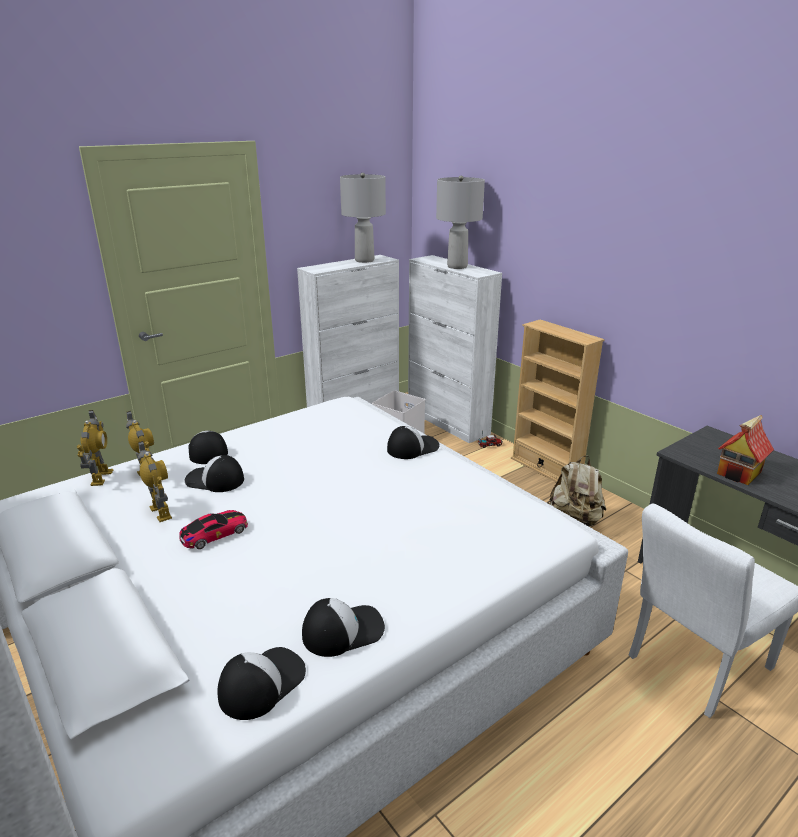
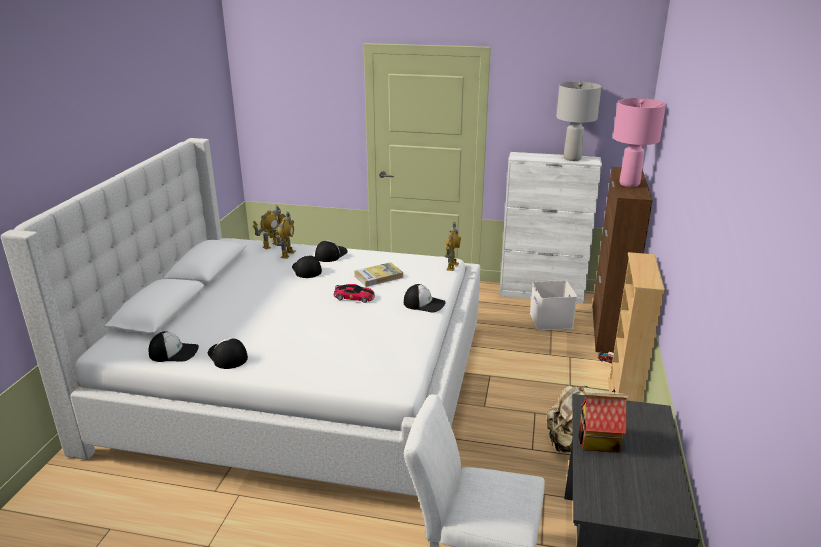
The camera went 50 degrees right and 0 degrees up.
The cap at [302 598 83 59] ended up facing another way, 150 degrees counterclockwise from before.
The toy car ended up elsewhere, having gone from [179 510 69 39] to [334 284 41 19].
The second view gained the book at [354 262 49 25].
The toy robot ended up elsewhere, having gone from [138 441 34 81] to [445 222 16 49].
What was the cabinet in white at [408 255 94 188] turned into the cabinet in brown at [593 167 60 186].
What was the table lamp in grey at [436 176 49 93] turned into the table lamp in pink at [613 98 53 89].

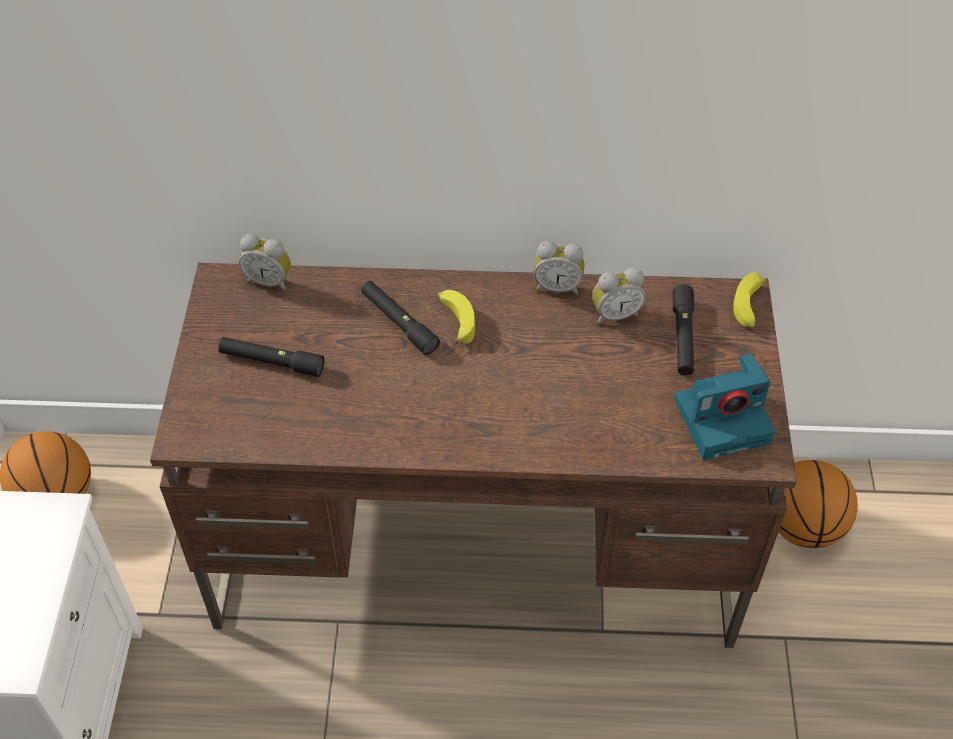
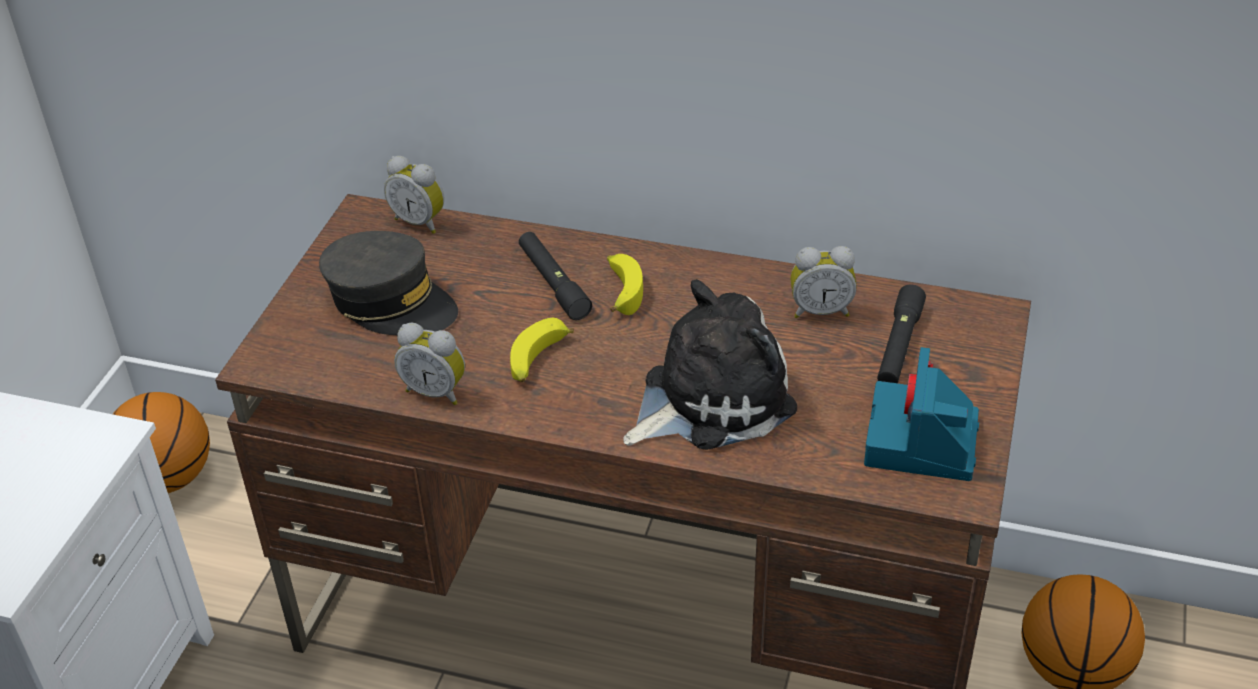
The camera went 15 degrees right and 10 degrees down.
Where the flashlight in black stood at [218 337 107 40], the cap in grey came to stand at [319 231 139 104].
The alarm clock ended up elsewhere, having gone from [534 241 50 54] to [394 323 71 82].
The banana ended up elsewhere, having gone from [733 272 35 56] to [510 318 64 64].
The second view gained the plush toy at [623 279 174 171].
The photo camera at [674 353 101 107] ended up facing another way, 105 degrees clockwise from before.

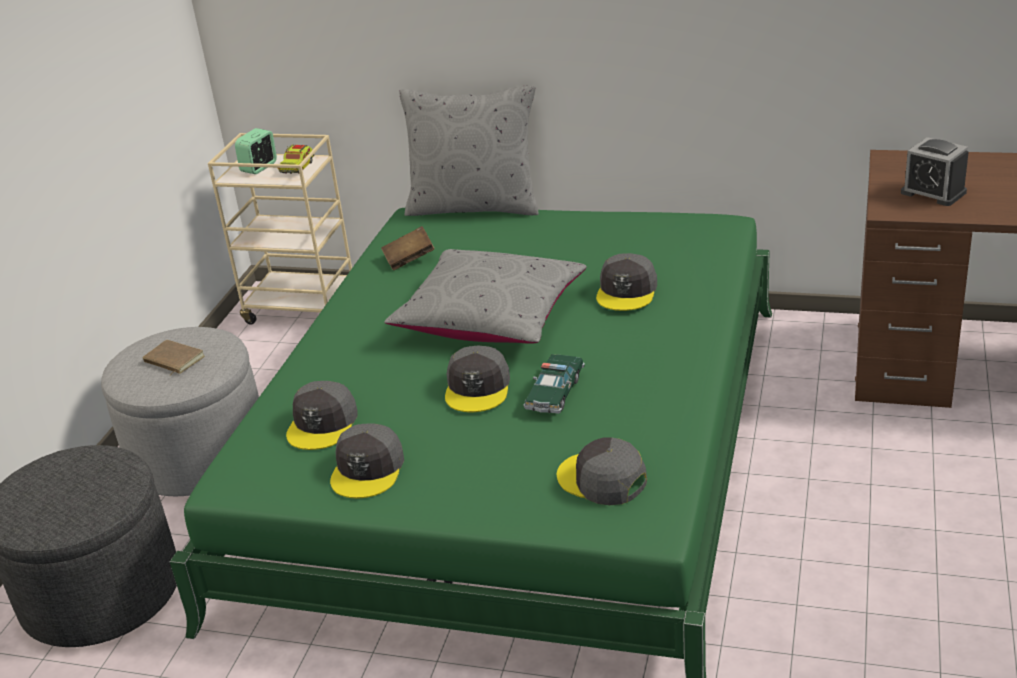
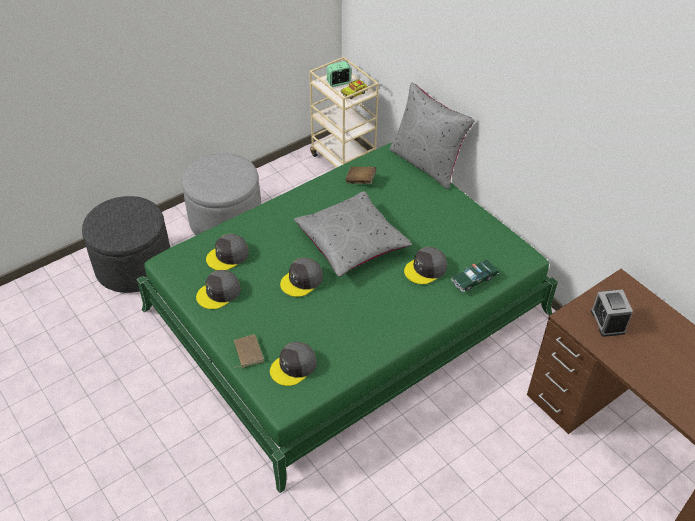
The camera went 35 degrees right and 15 degrees up.
The book in brown ended up elsewhere, having gone from [142 340 63 36] to [234 334 30 34].
The cap in grey at [557 437 90 68] ended up facing another way, 120 degrees counterclockwise from before.
The toy car ended up elsewhere, having gone from [523 354 62 60] to [451 260 48 32].

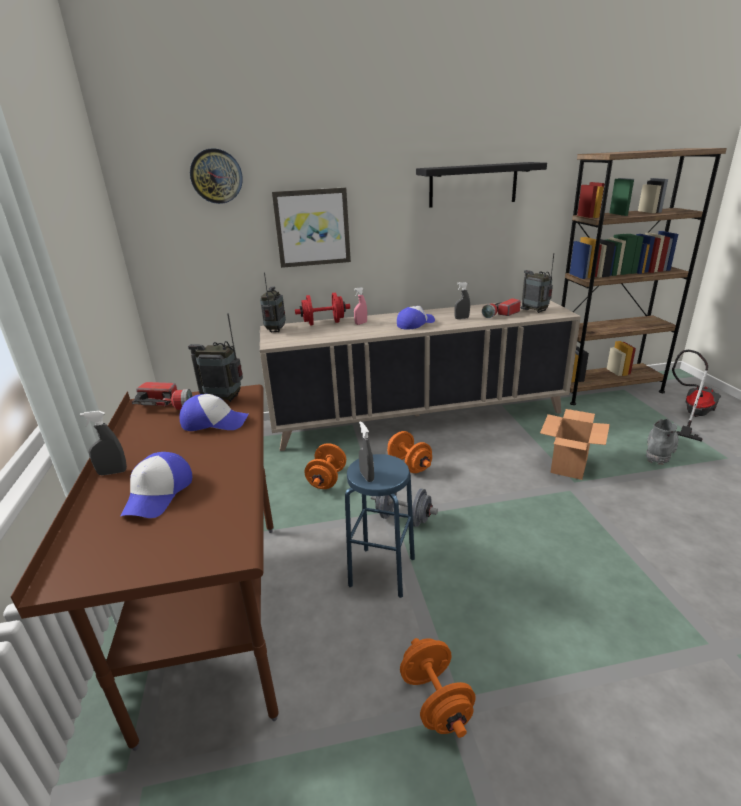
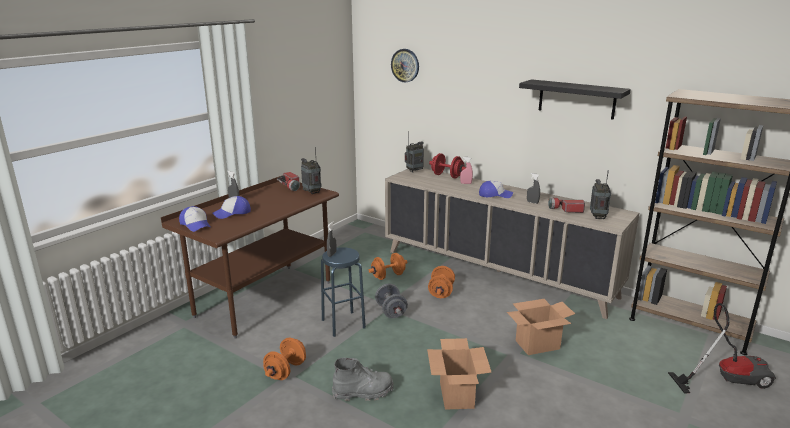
The camera went 45 degrees right and 5 degrees down.
The cap ended up elsewhere, having gone from [179 394 70 37] to [179 206 32 26].
The boot in grey ended up elsewhere, having gone from [646 419 33 46] to [332 358 62 43].
The second view gained the cardboard box at [427 338 65 72].
The second view lost the picture at [272 187 79 81].

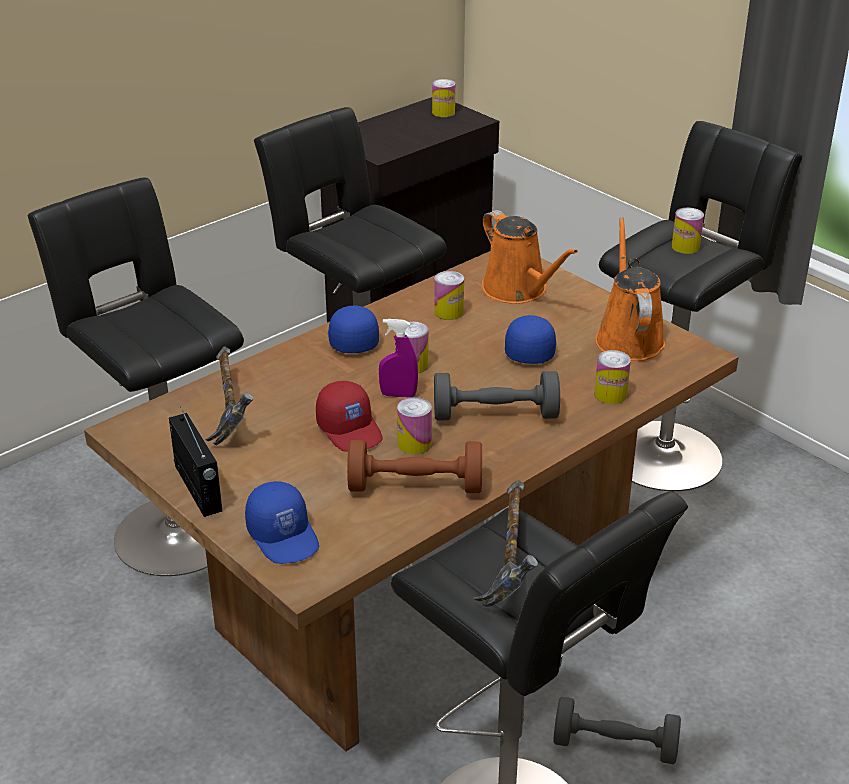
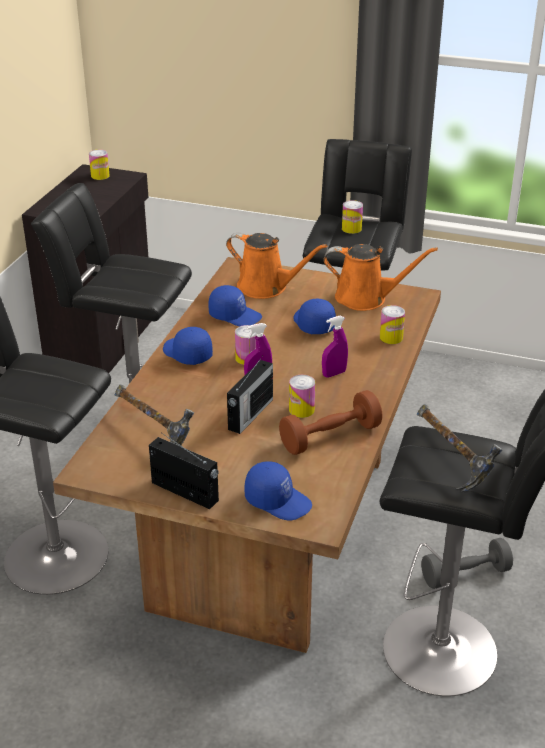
The camera went 30 degrees left and 0 degrees up.
Where the can stood at [434 271 30 49], the cap in blue came to stand at [208 285 54 42].
Where the cap in red stood at [316 381 67 71], the radio came to stand at [227 357 46 77].
Where the dumbbell in grey stood at [434 371 126 49], the spray bottle in purple came to stand at [322 316 26 61].
The watering can in orange at [595 217 70 144] ended up facing another way, 135 degrees clockwise from before.

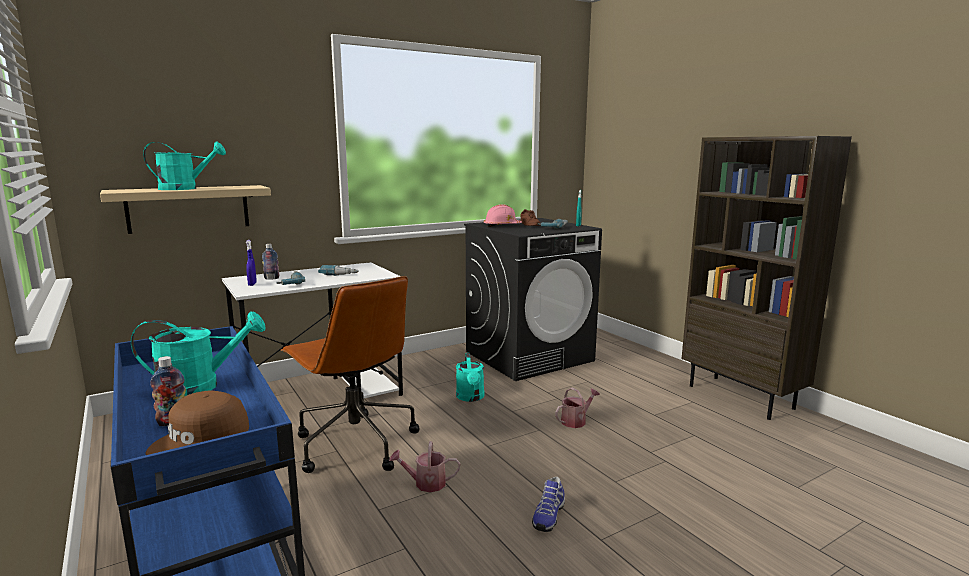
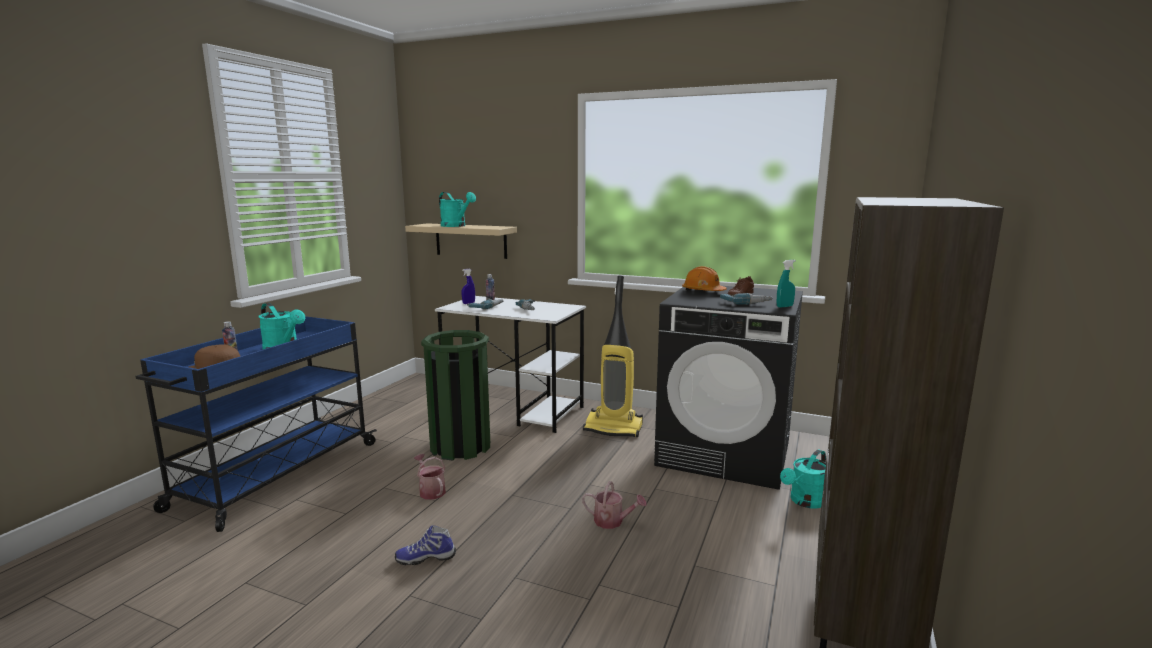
The camera went 55 degrees right and 0 degrees up.
Where the office chair in brown stood at [281 276 138 197], the trash can in green came to stand at [421 330 69 131].
The second view gained the vacuum cleaner at [583 276 60 161].
What was the hard hat in pink at [484 204 38 23] turned into the hard hat in orange at [682 266 45 25].
The watering can in turquoise ended up elsewhere, having gone from [456 353 28 49] to [780 450 46 58].

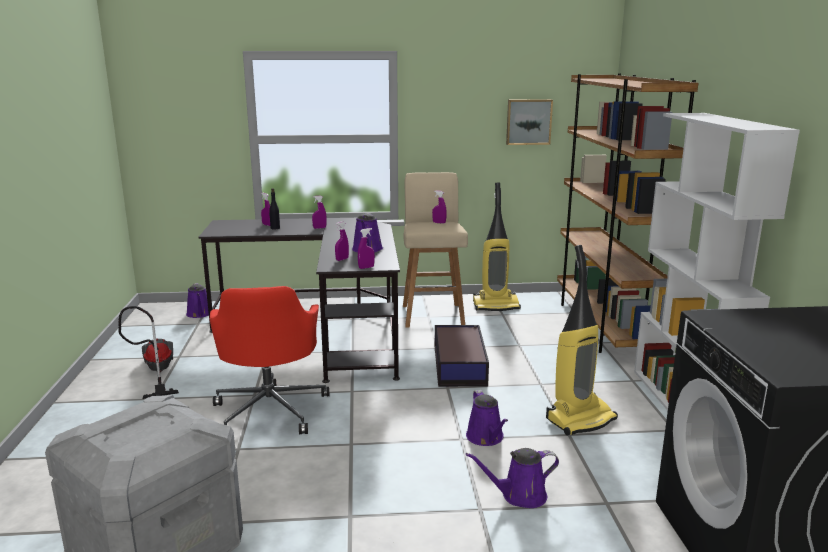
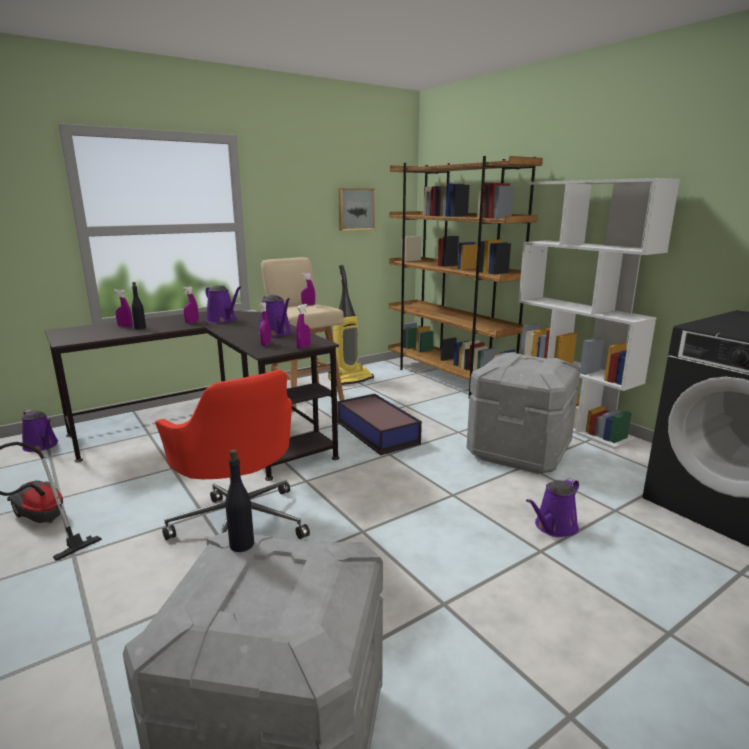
The camera went 30 degrees left and 0 degrees up.
The watering can in purple ended up elsewhere, having gone from [466 390 42 56] to [206 285 35 38].
The second view gained the bottle in black at [225 449 29 103].
Where the vacuum cleaner stood at [546 245 72 190], the storage box in grey came to stand at [467 352 114 122].

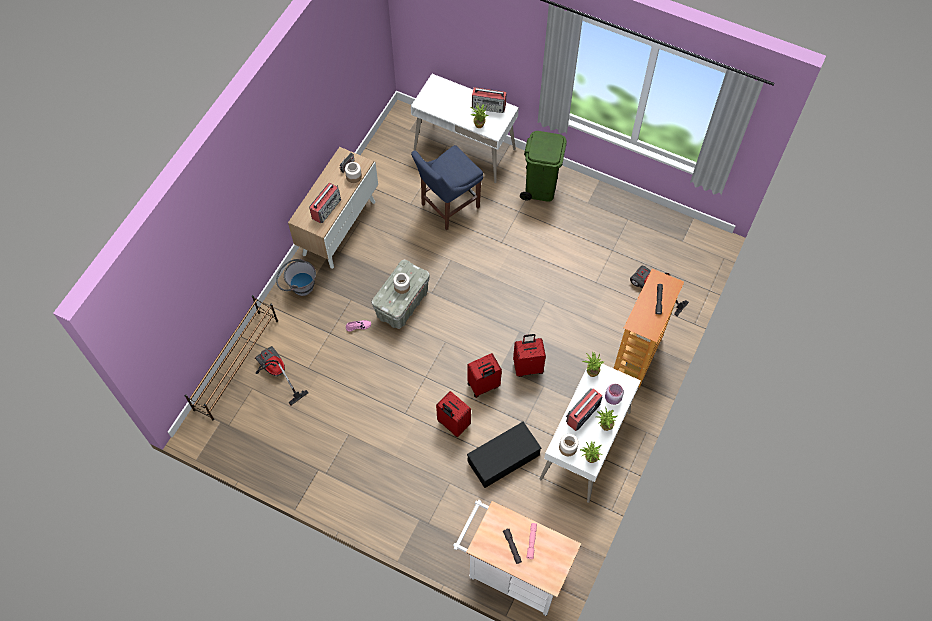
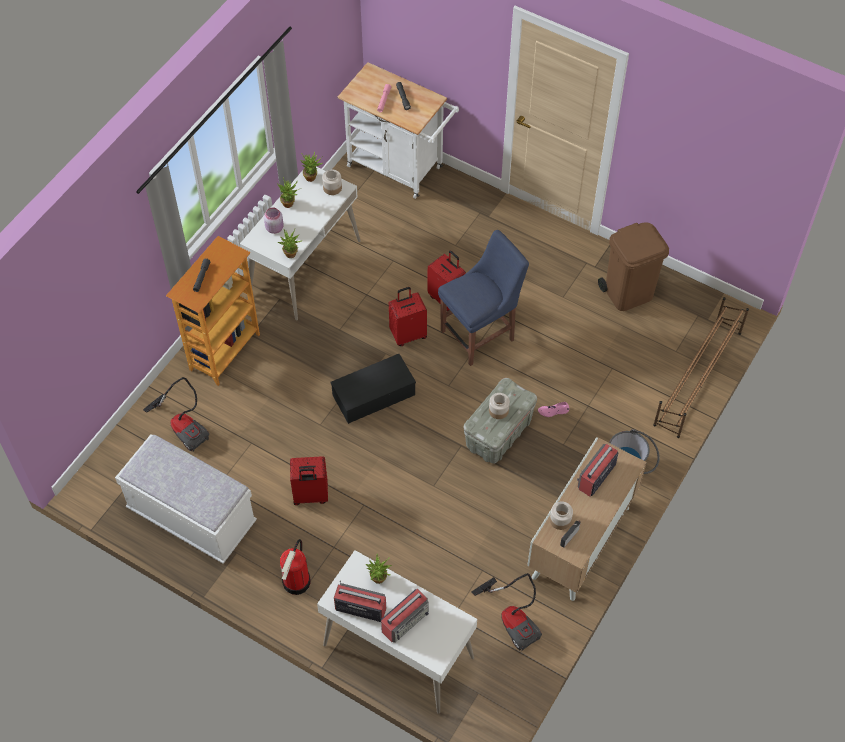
The camera went 175 degrees left and 5 degrees down.
The second view gained the bench in white at [115 434 142 130].
Where the trash can in green stood at [520 131 47 71], the fire extinguisher came to stand at [280 539 30 56].
The suitcase in red ended up elsewhere, having gone from [513 334 33 43] to [290 456 38 49].
The storage box in black ended up elsewhere, having gone from [467 422 74 66] to [331 354 85 70].
The radio ended up elsewhere, having gone from [566 388 36 43] to [381 589 48 54].
The chair in blue ended up elsewhere, having gone from [411 145 72 85] to [438 230 91 136].
The vacuum cleaner ended up elsewhere, having gone from [255 346 54 59] to [472 573 70 78].
The second view gained the trash can in brown at [598 222 71 89].

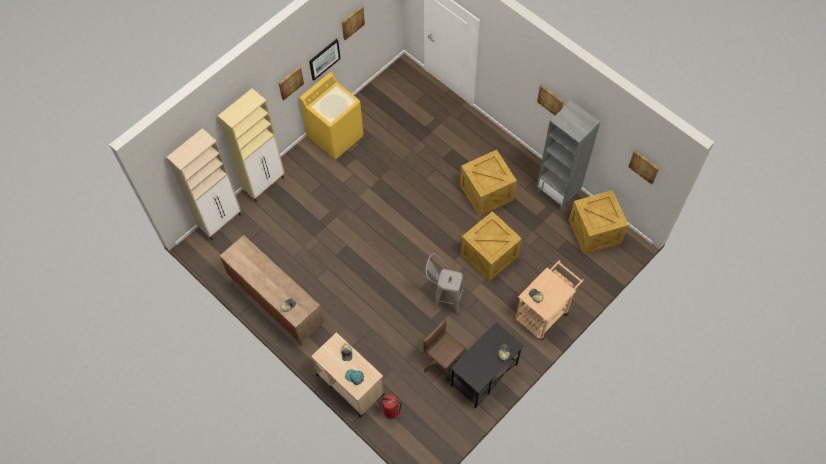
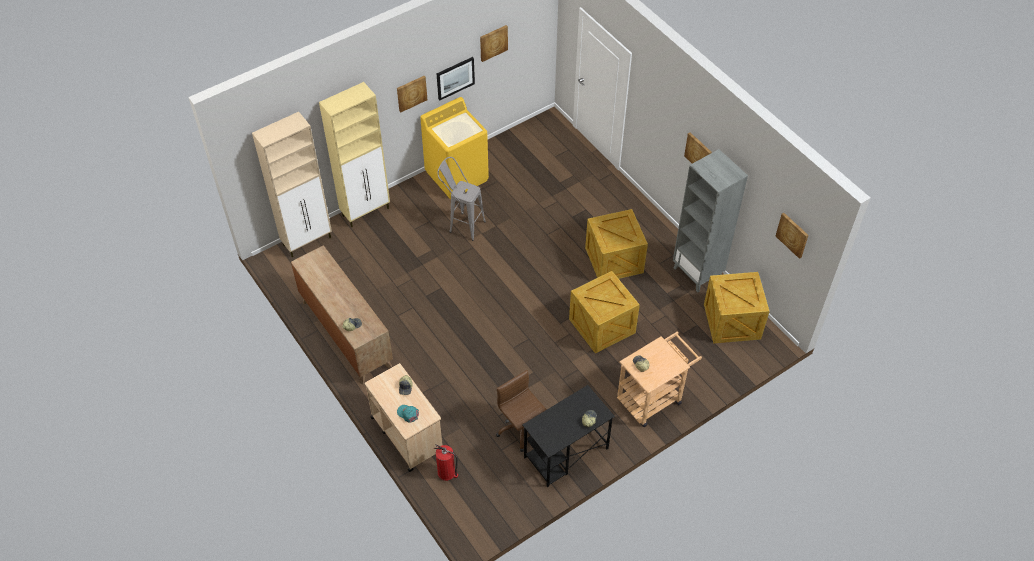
The camera went 10 degrees right and 10 degrees down.
The stool in grey ended up elsewhere, having gone from [426 253 38 62] to [438 157 48 84].

